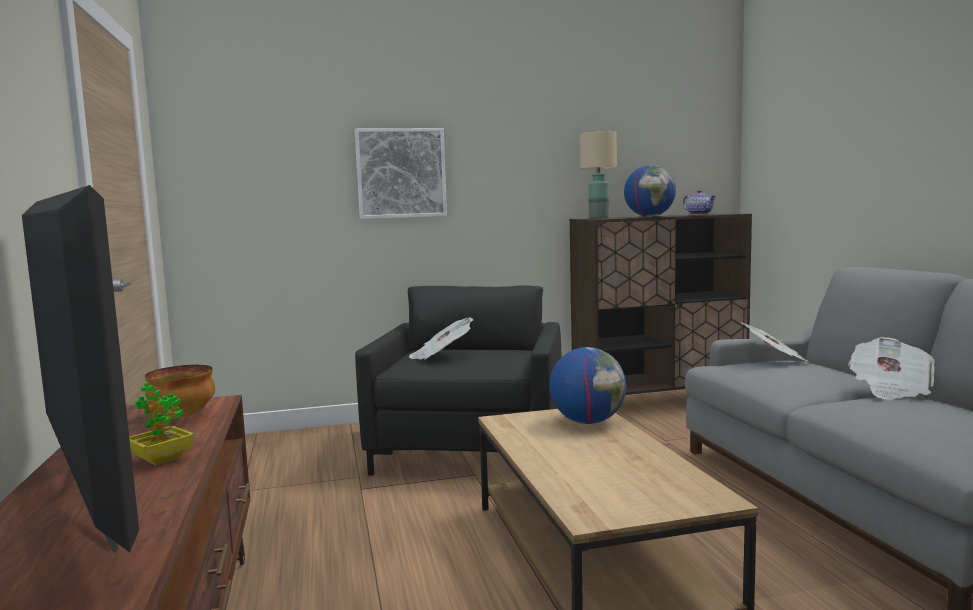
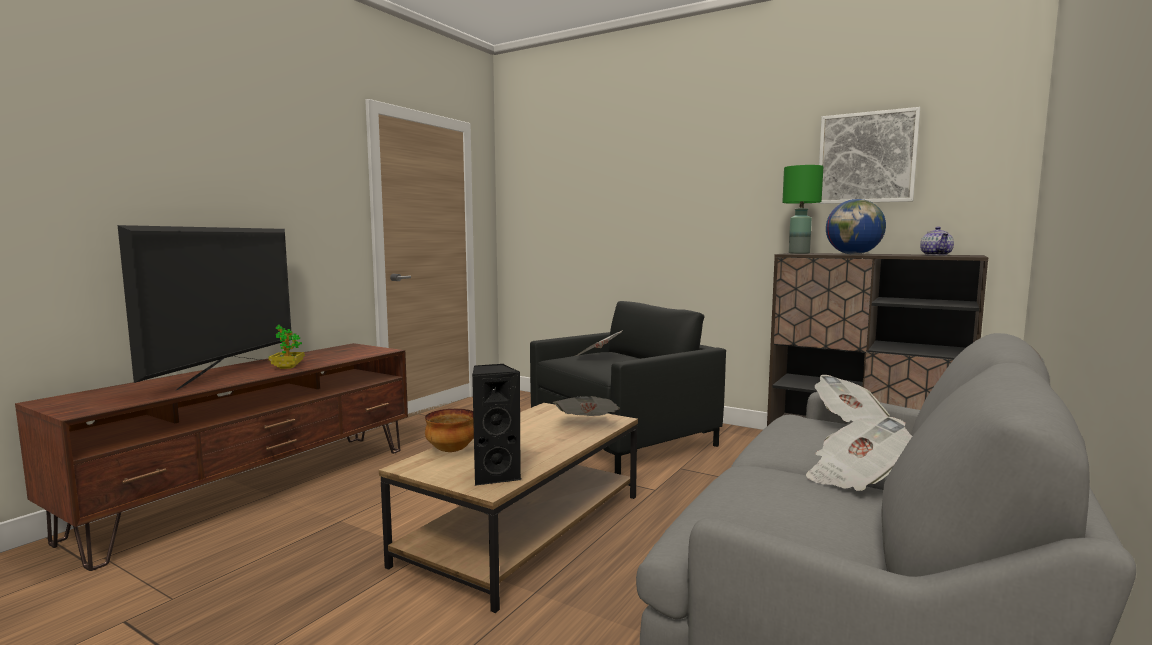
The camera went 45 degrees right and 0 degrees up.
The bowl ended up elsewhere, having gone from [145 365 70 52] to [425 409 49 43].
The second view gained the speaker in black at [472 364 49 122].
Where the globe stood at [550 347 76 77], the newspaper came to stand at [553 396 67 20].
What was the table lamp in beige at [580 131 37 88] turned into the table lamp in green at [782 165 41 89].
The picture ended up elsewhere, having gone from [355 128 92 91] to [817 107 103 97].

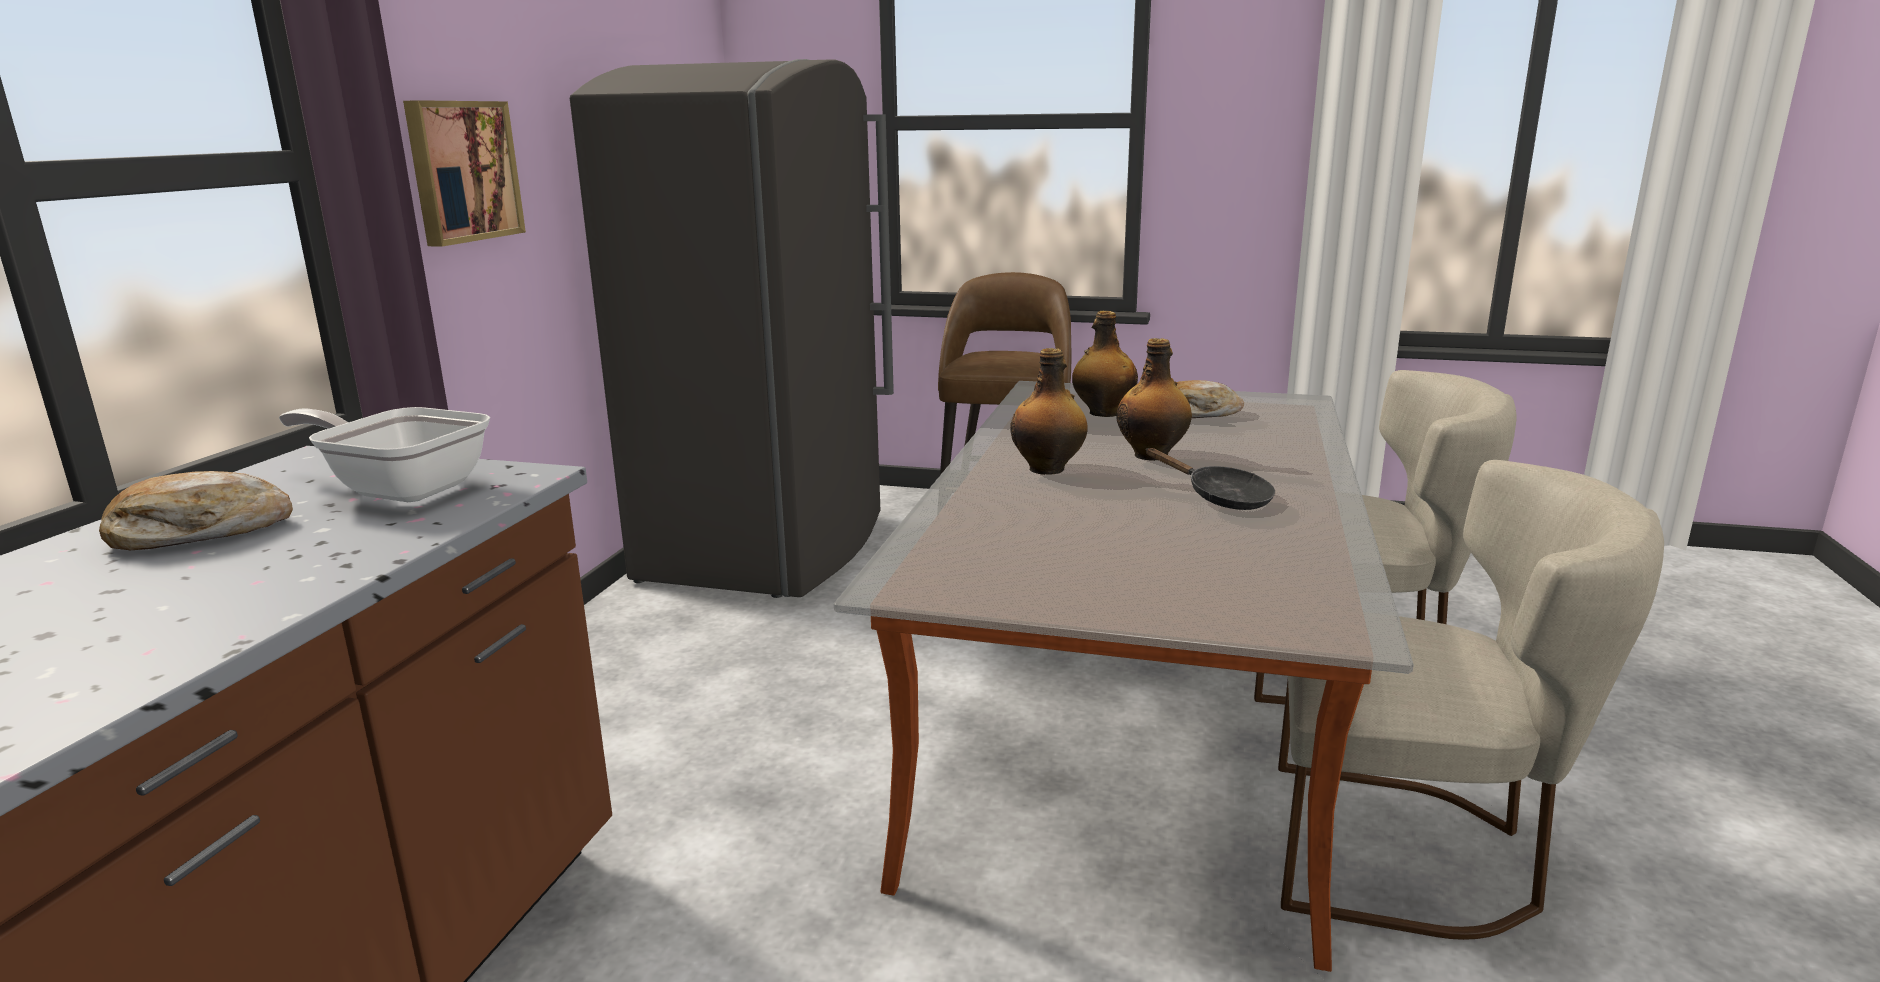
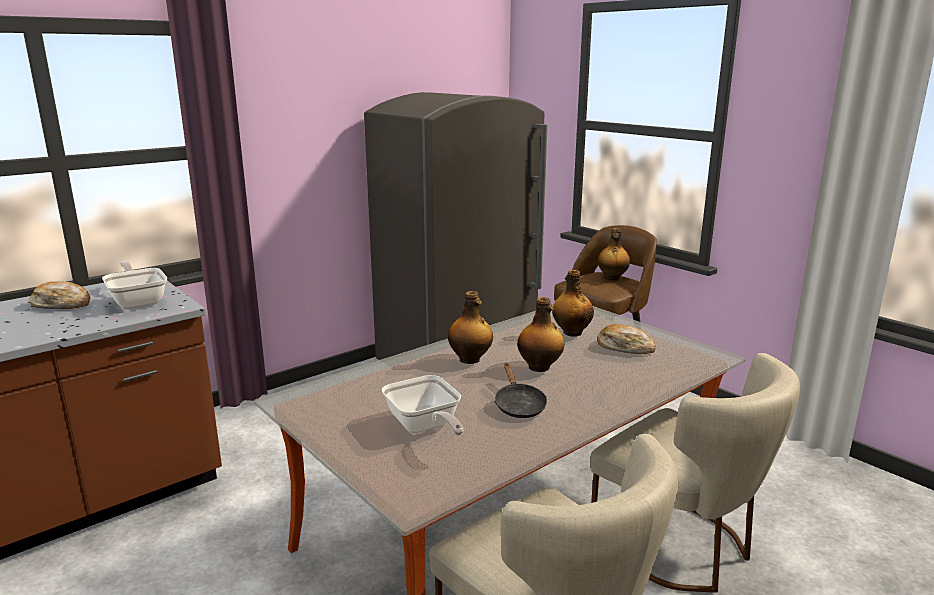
The camera went 35 degrees right and 0 degrees up.
The second view gained the frying pan at [382 375 82 61].
The second view gained the bottle at [598 228 32 52].
The second view lost the picture at [403 100 123 147].

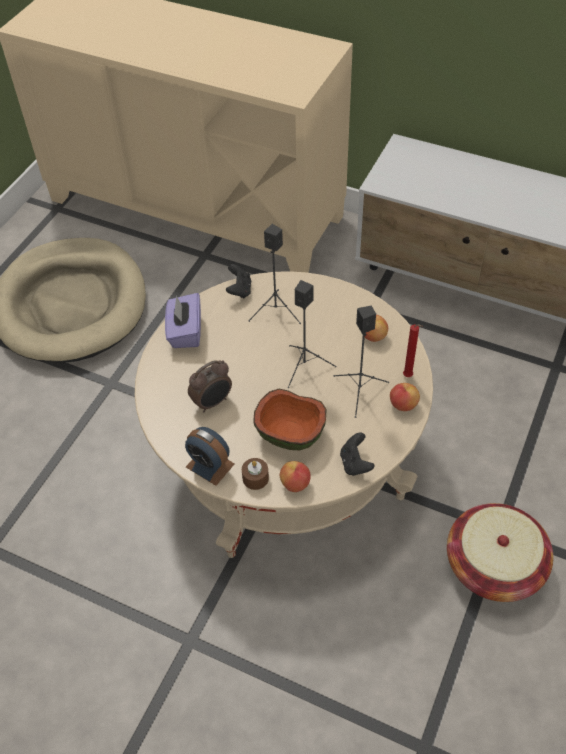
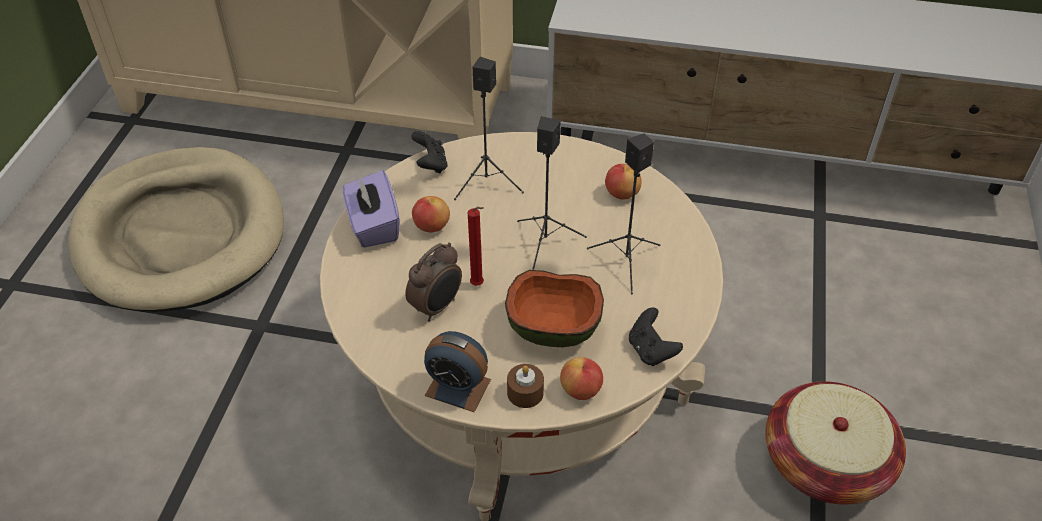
The camera went 15 degrees left and 5 degrees down.
The apple ended up elsewhere, having gone from [390 383 30 28] to [412 196 38 36].
The candle in red ended up elsewhere, having gone from [403 324 20 53] to [468 207 16 79].

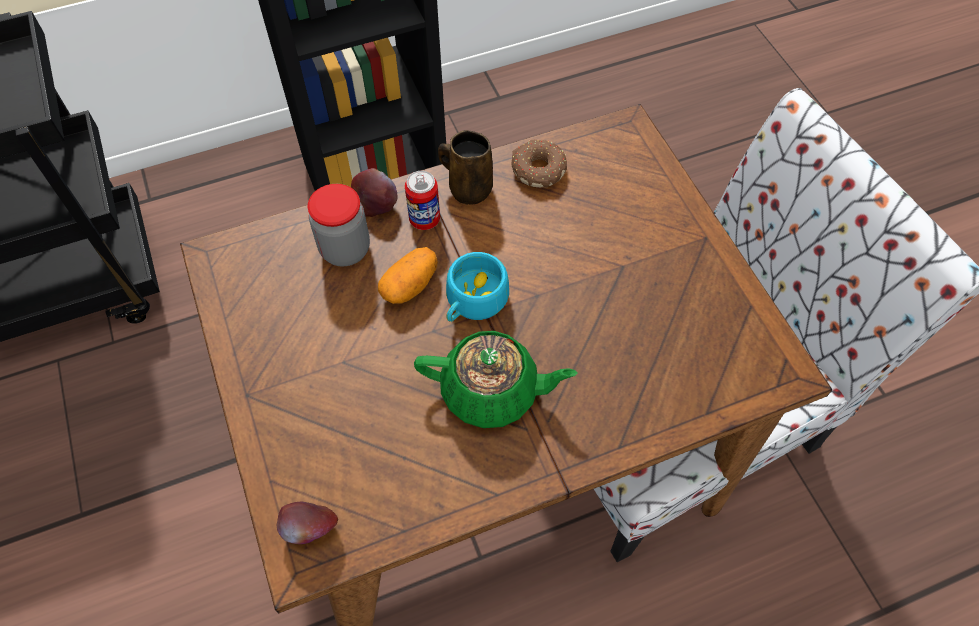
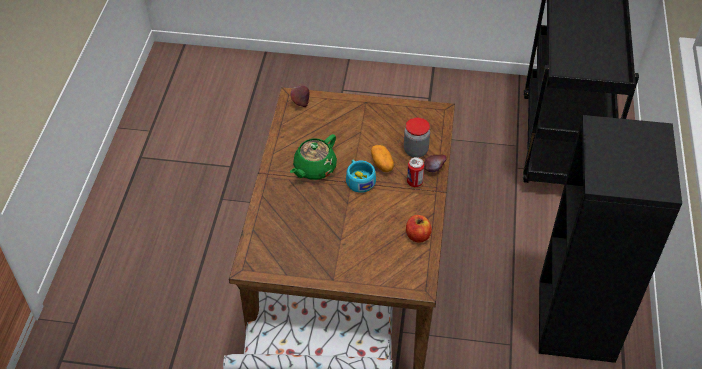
The camera went 120 degrees right and 10 degrees down.
Where the donut stood at [511 140 56 48], the apple came to stand at [406 215 26 28].
The second view lost the mug in brown at [438 130 55 75].

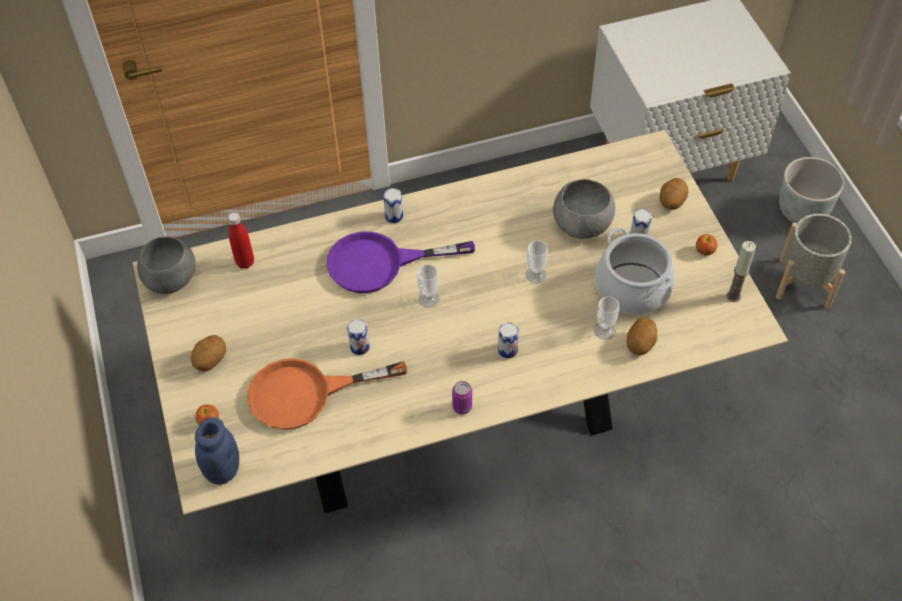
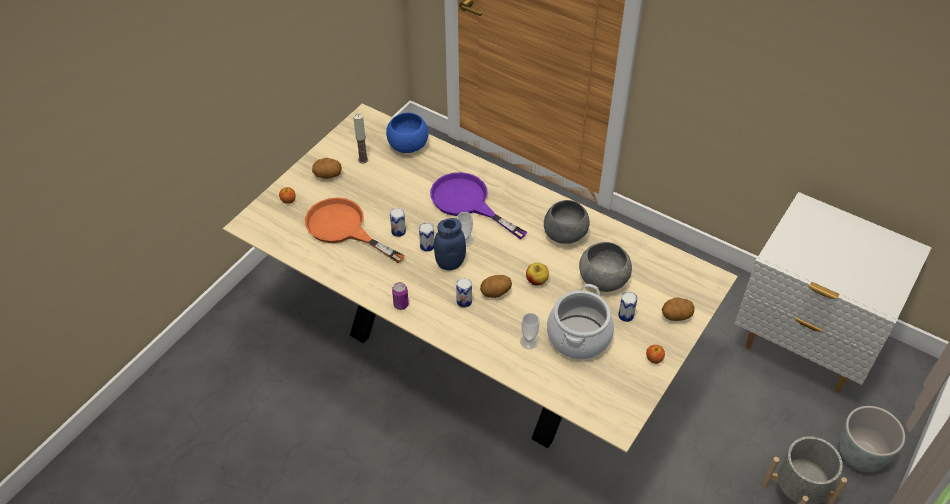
The camera went 50 degrees right and 5 degrees down.
The candle ended up elsewhere, having gone from [727 241 29 61] to [353 113 15 51].
Where the bottle in red stood at [228 212 26 57], the bowl in blue came to stand at [386 112 43 41].
The can ended up elsewhere, having gone from [383 188 20 35] to [419 223 15 29].
The jar in blue ended up elsewhere, having gone from [195 417 44 68] to [434 218 32 53].
The potato ended up elsewhere, having gone from [627 318 30 37] to [480 275 32 23].
Where the cup stood at [525 241 23 43], the apple came to stand at [526 263 23 23].
The bowl in grey ended up elsewhere, having gone from [137 236 58 58] to [544 200 46 44].

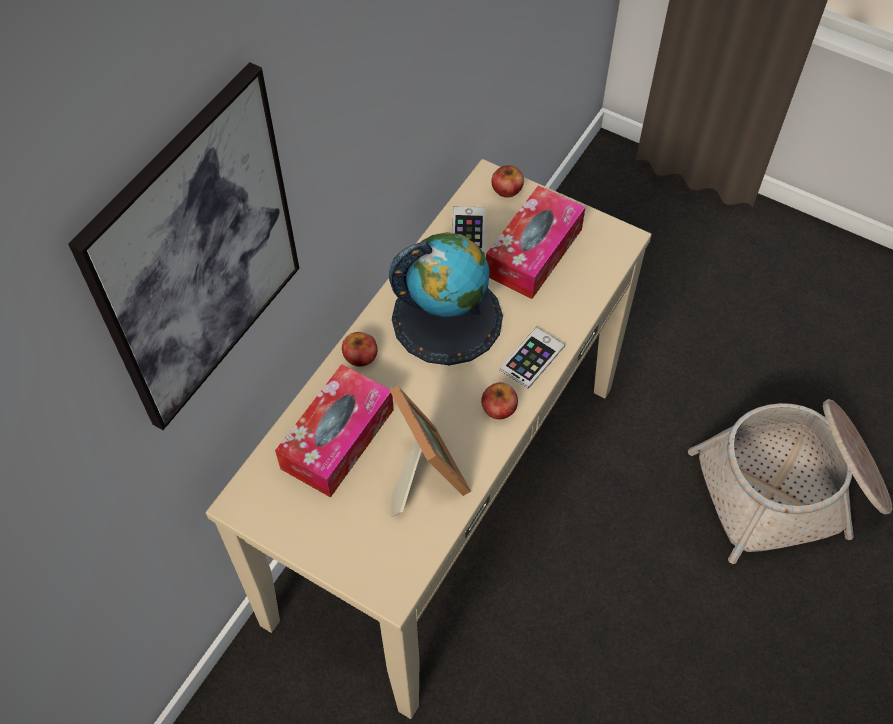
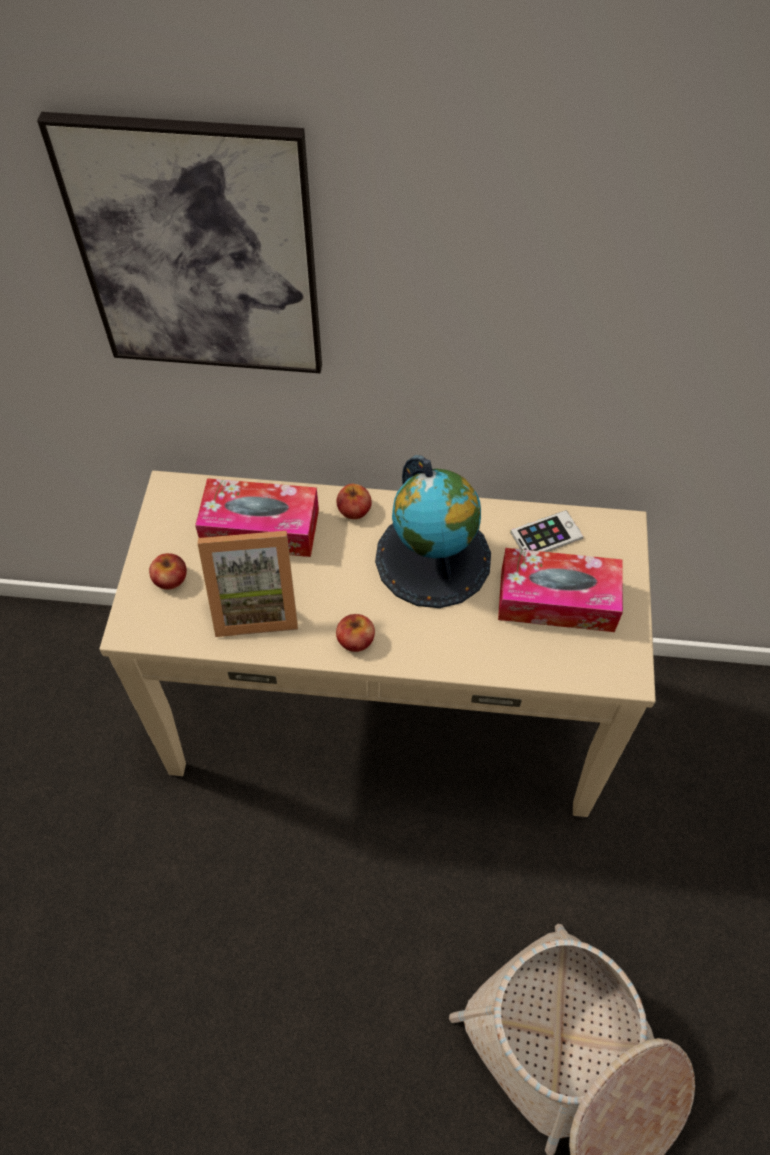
The camera went 65 degrees right and 0 degrees up.
The apple ended up elsewhere, having gone from [491 165 33 32] to [149 553 38 37].
The picture frame at [390 386 81 131] ended up facing another way, 45 degrees clockwise from before.
The second view lost the phone at [500 327 65 62].

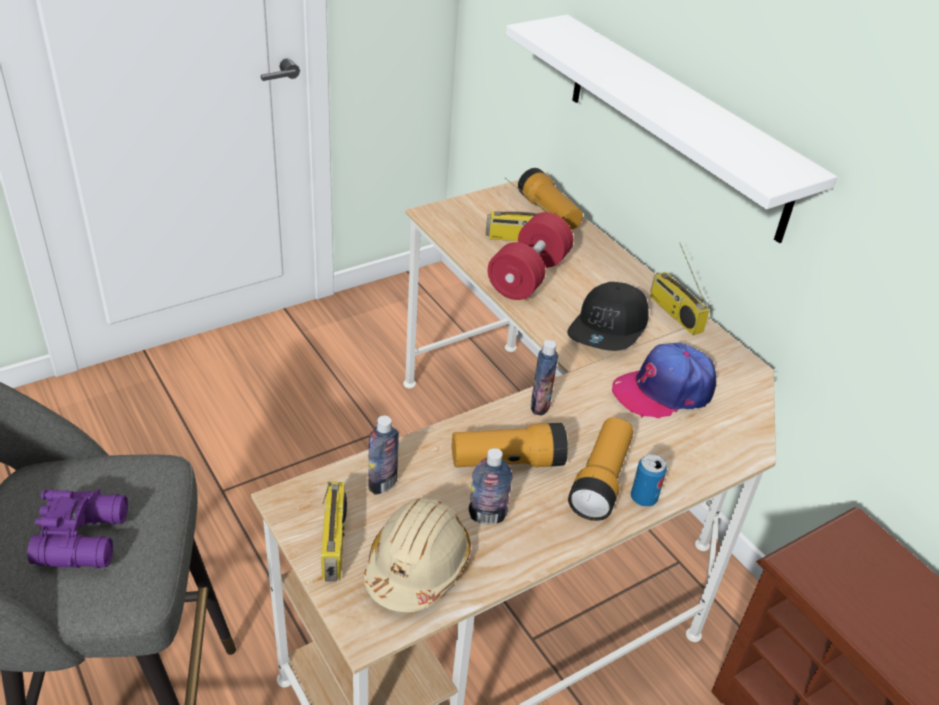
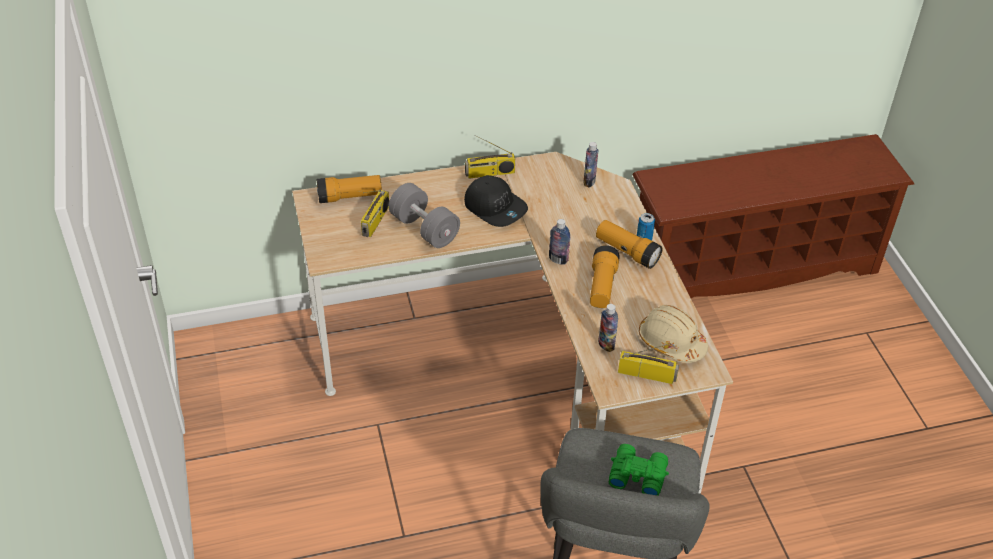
The camera went 70 degrees left and 5 degrees up.
What was the dumbbell in red at [488 212 85 88] turned into the dumbbell in grey at [388 183 72 65].
The bottle ended up elsewhere, having gone from [469 448 44 77] to [583 142 15 46].
What was the binoculars in purple at [27 489 101 79] turned into the binoculars in green at [609 444 60 52].
The second view lost the shelf in white at [506 15 331 228].
The second view lost the cap at [612 342 104 76].

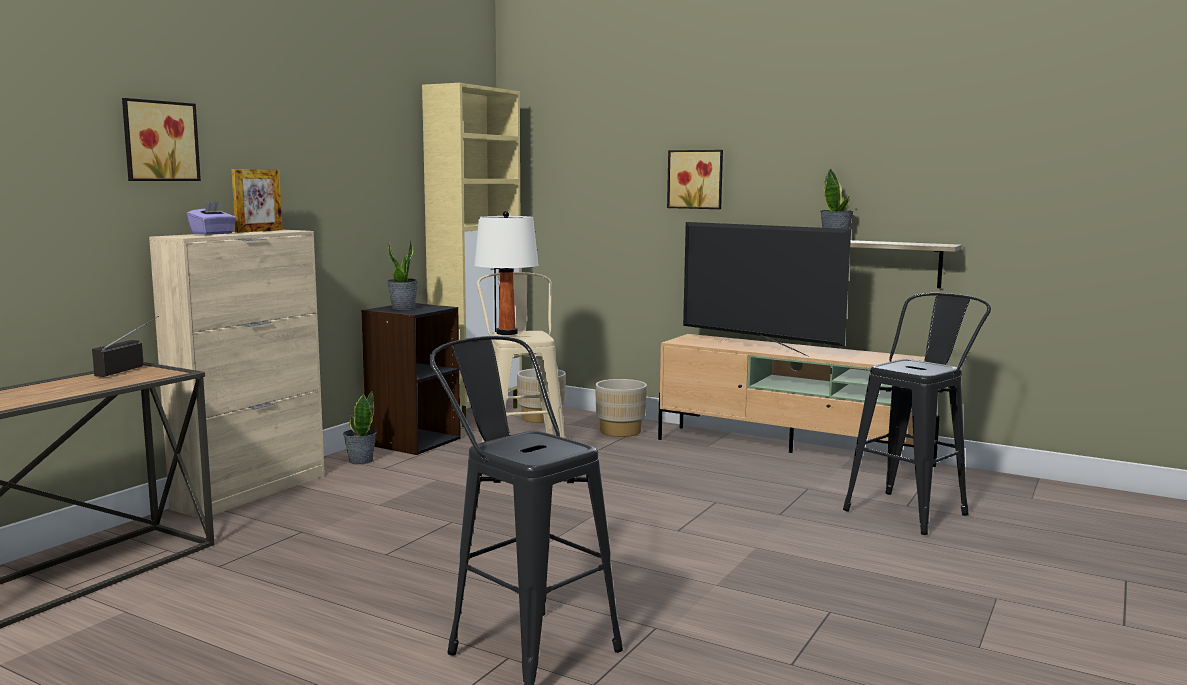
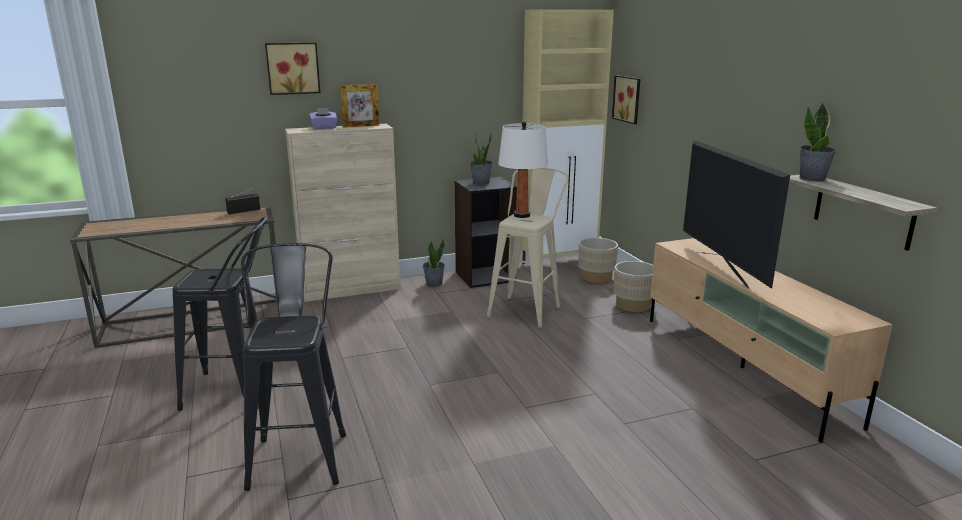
The camera went 40 degrees right and 10 degrees up.
The stool in black ended up elsewhere, having gone from [843 293 148 242] to [172 216 96 195].
The picture ended up elsewhere, having gone from [667 150 56 59] to [612 75 28 49].

